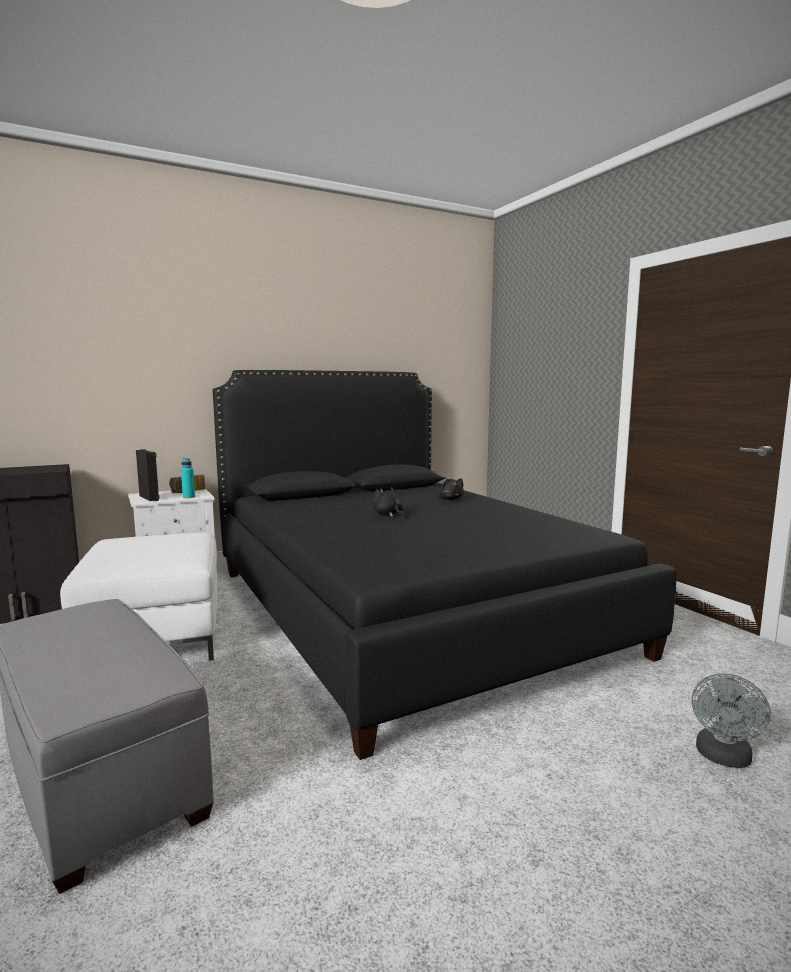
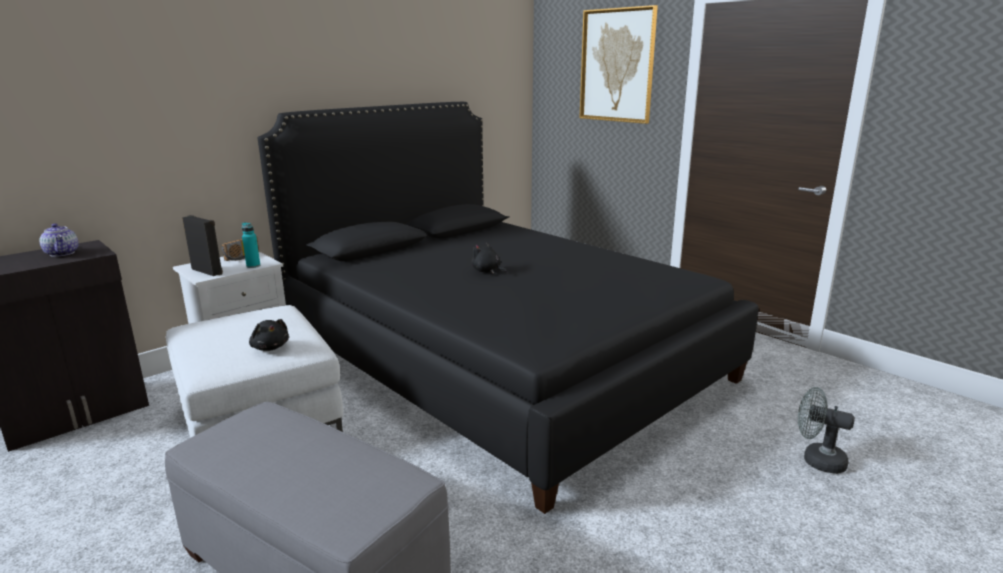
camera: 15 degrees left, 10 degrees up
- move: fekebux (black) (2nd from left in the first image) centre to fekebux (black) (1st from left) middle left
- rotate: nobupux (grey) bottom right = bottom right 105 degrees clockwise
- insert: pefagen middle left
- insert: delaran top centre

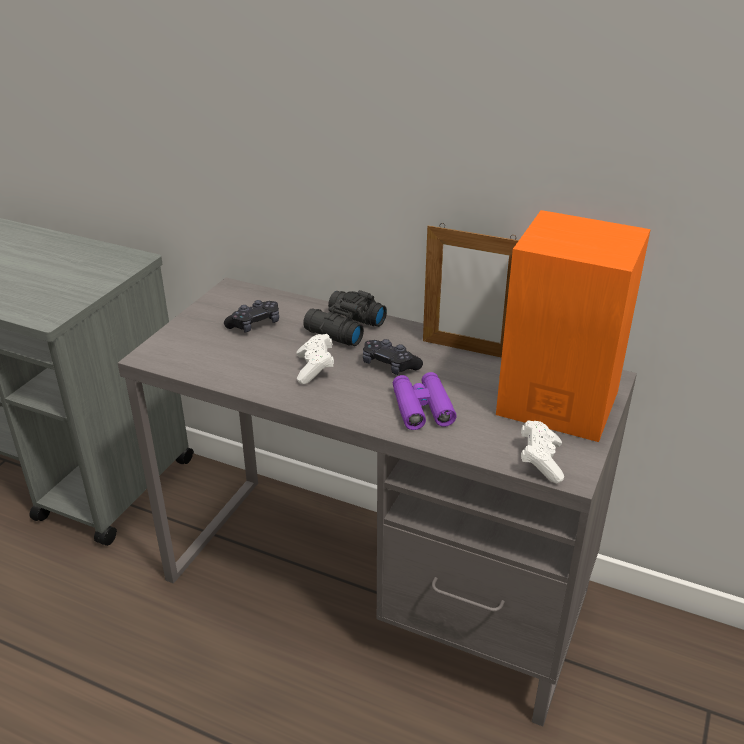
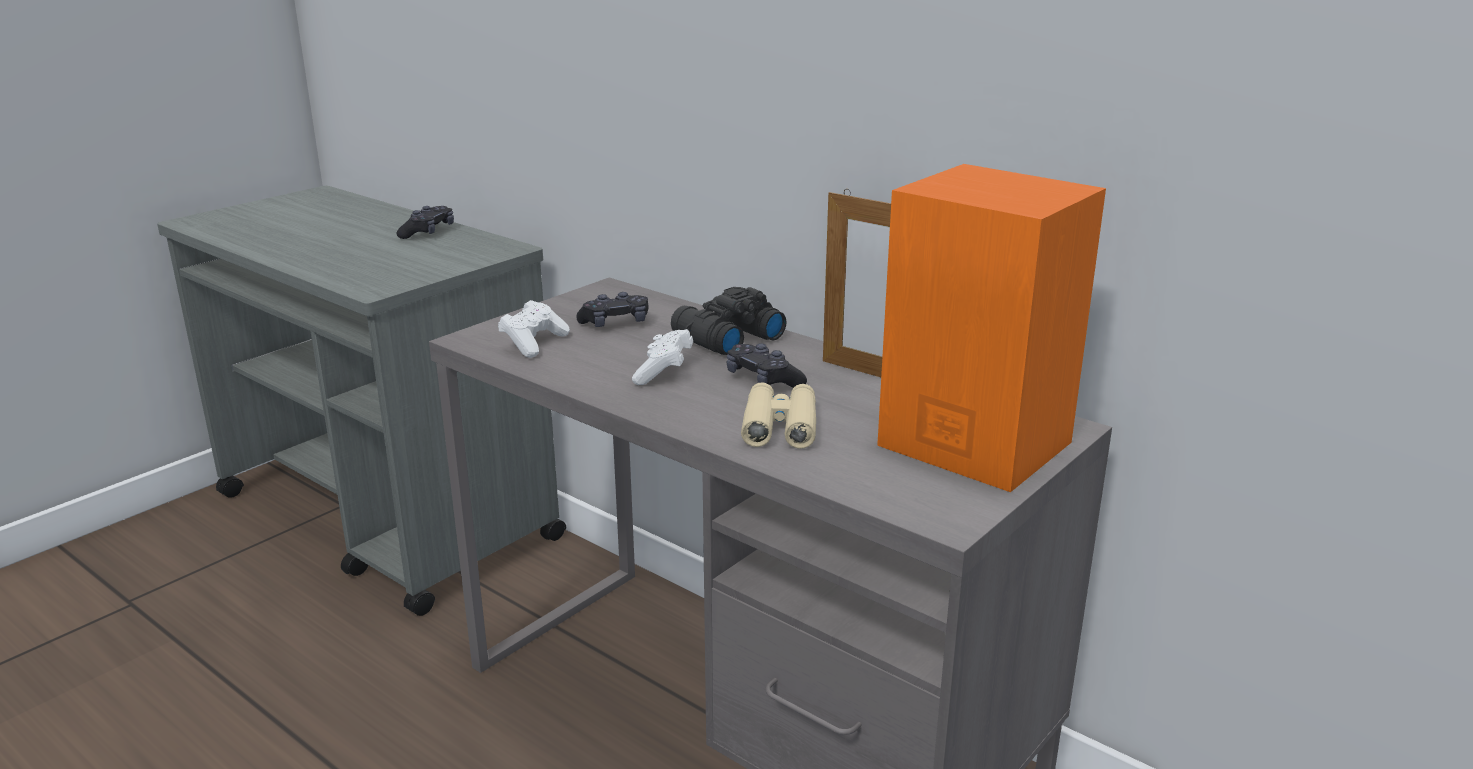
camera: 15 degrees right, 10 degrees down
- recolor: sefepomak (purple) centre to sefepomak (beige) centre
- move: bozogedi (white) (2nd from left in the first image) middle right to bozogedi (white) (1st from left) centre
- insert: bozogedi (black) (1st from left) top left

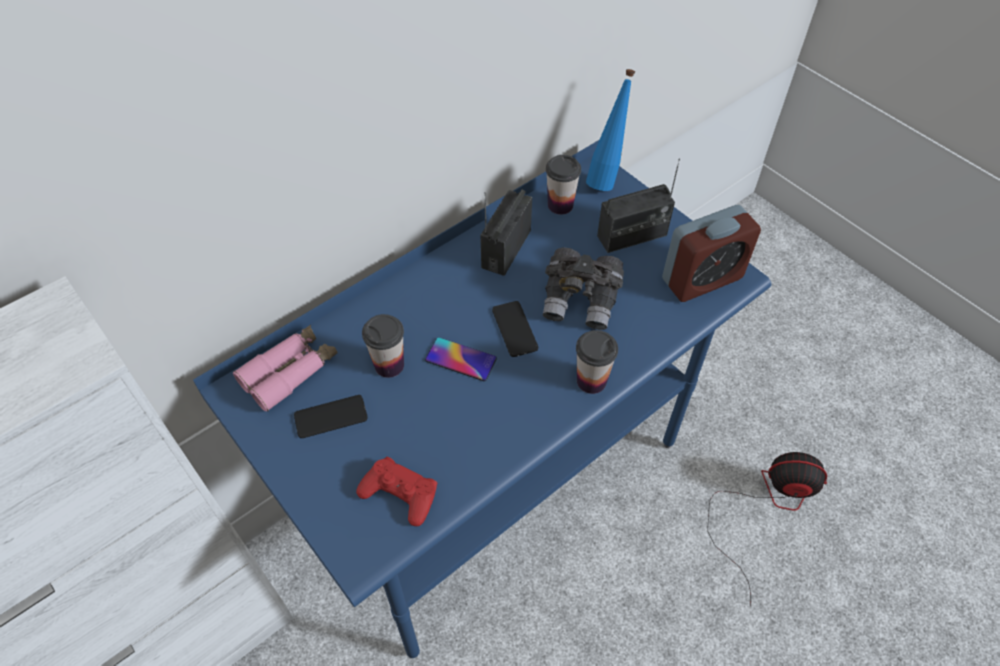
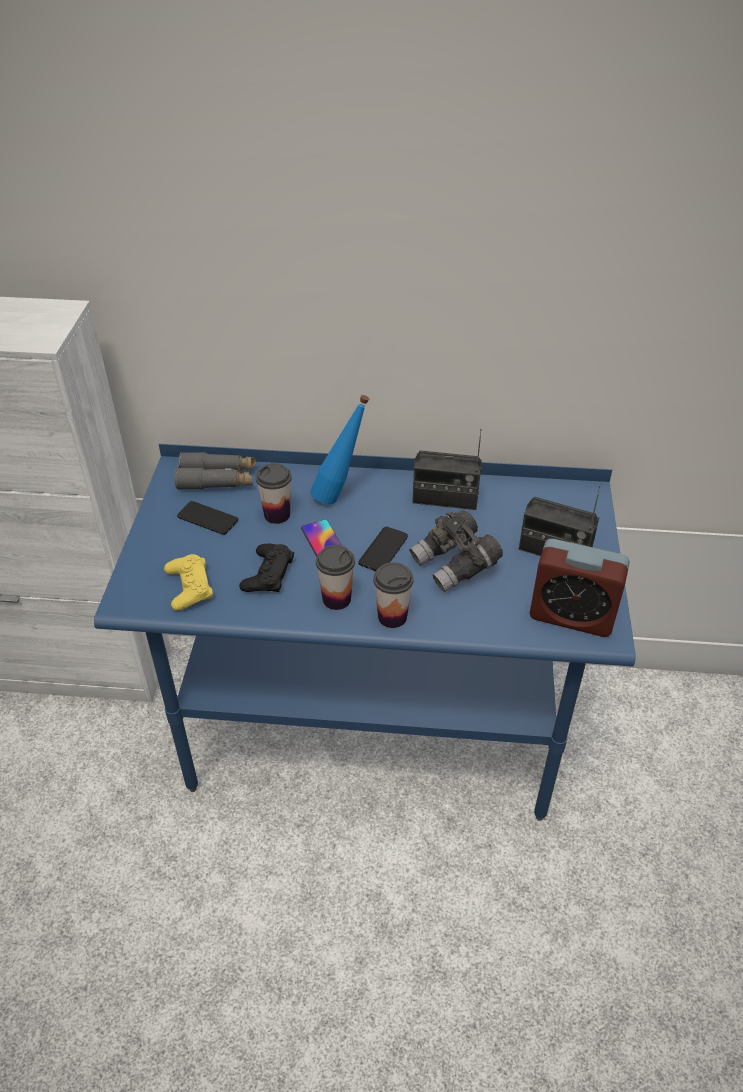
camera: 45 degrees right, 10 degrees down
- recolor: sefepomak (pink) middle left to sefepomak (grey) (1st from left) middle left
- recolor: bozogedi (red) bottom centre to bozogedi (yellow) middle left
- rotate: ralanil (1st from left) centre = centre 150 degrees counterclockwise
- move: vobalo (2nd from left) top centre to centre
- move: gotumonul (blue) top centre to centre
- delete: nobupux bottom right
- insert: bozogedi (black) centre

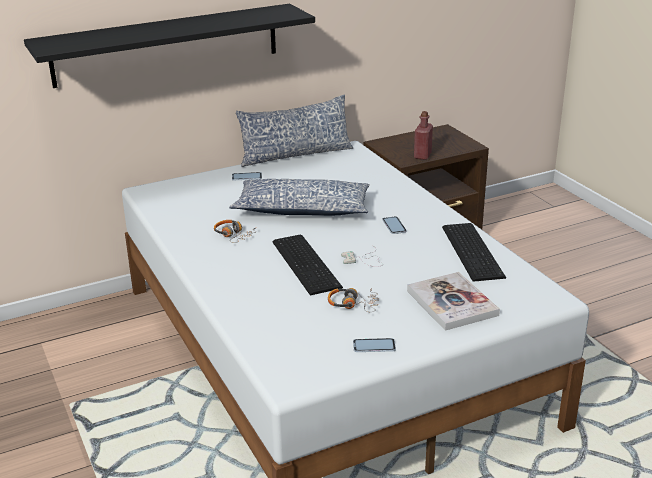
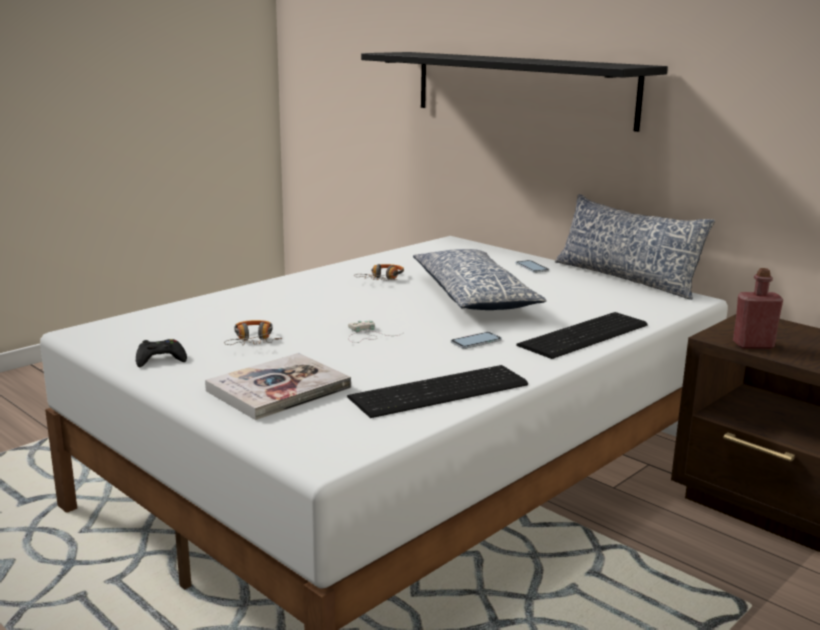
camera: 70 degrees right, 10 degrees down
- move: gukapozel (1st from left in the first image) centre to gukapozel (2nd from left) middle right
- replace: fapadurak (2nd from left) bottom centre to bozogedi (black) middle left

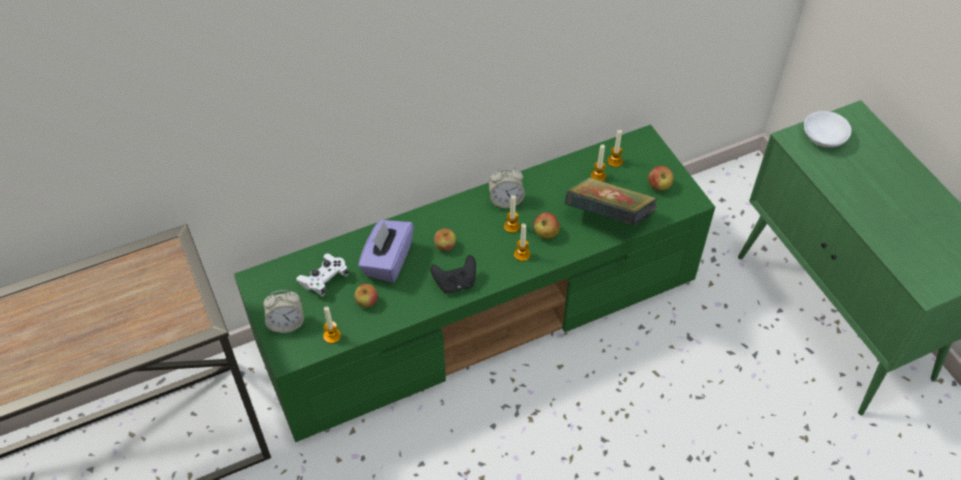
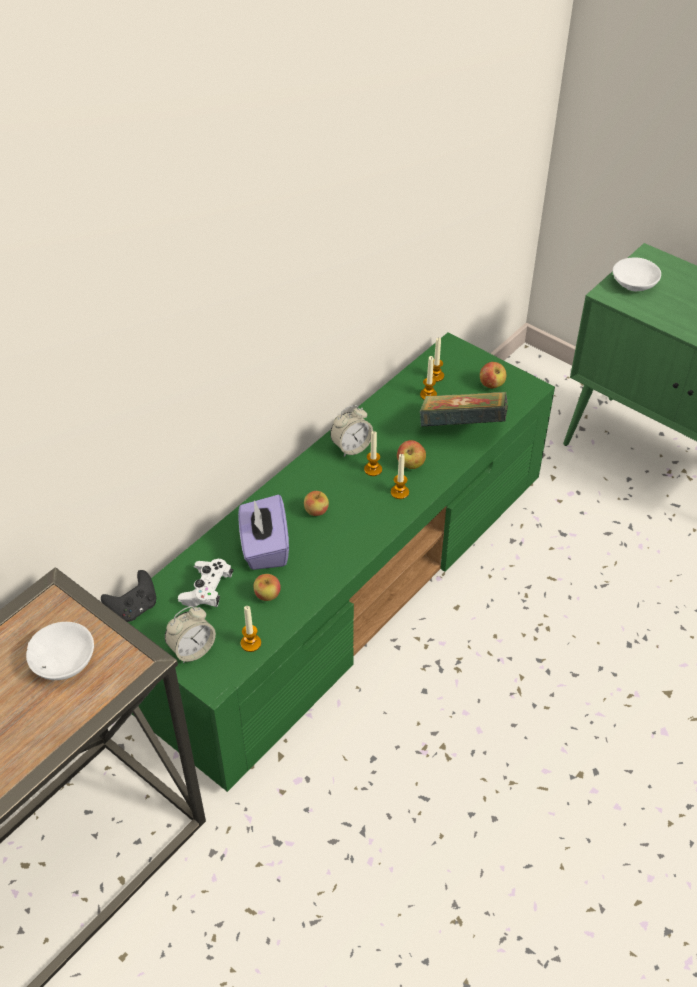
camera: 25 degrees left, 5 degrees down
- move: bozogedi (black) centre to middle left
- insert: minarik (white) (1st from left) middle left

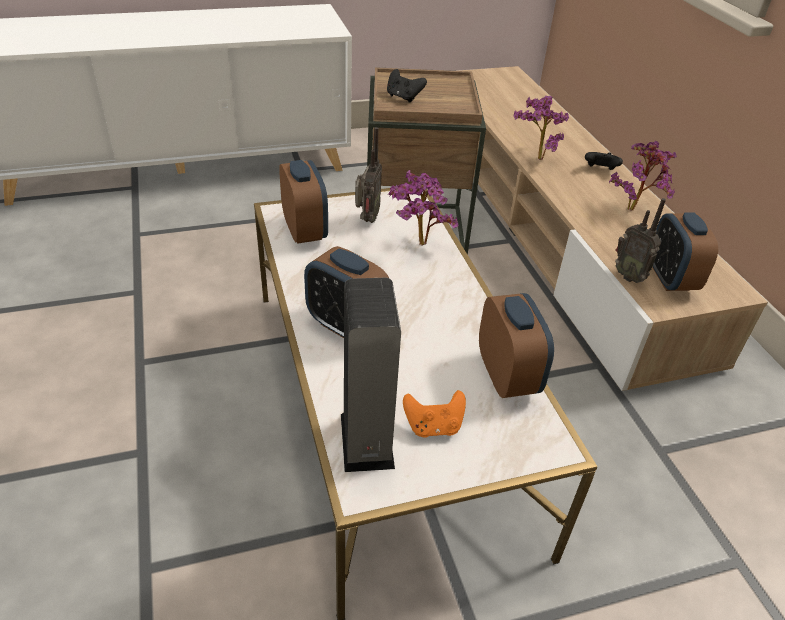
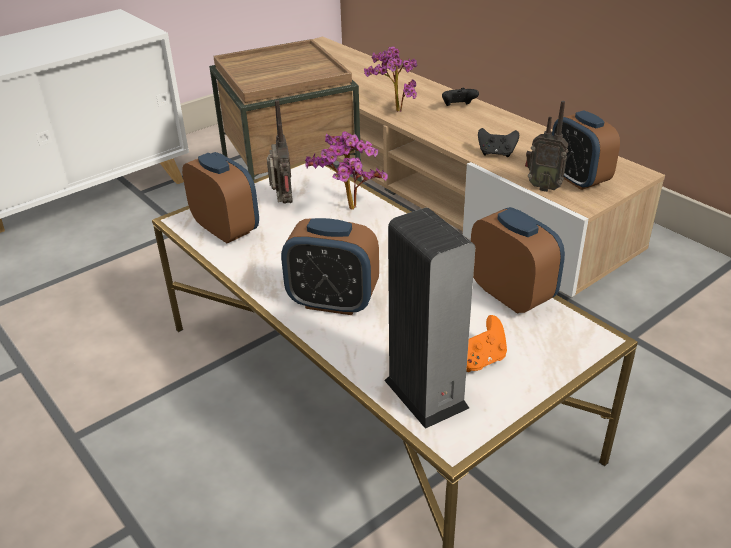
camera: 20 degrees left, 5 degrees down
- move: bozogedi (black) (1st from left in the first image) top centre to bozogedi (black) (2nd from left) top right
- delete: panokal (3rd from left) top right

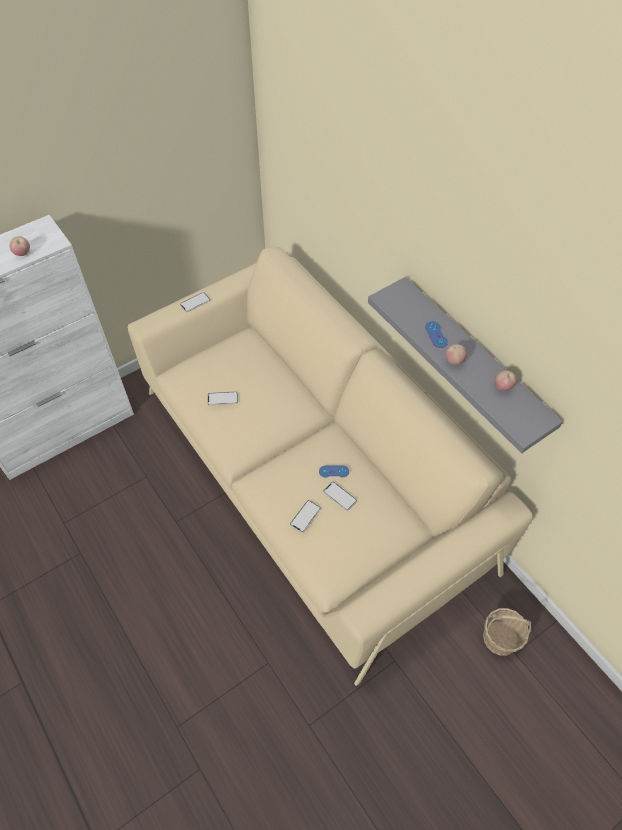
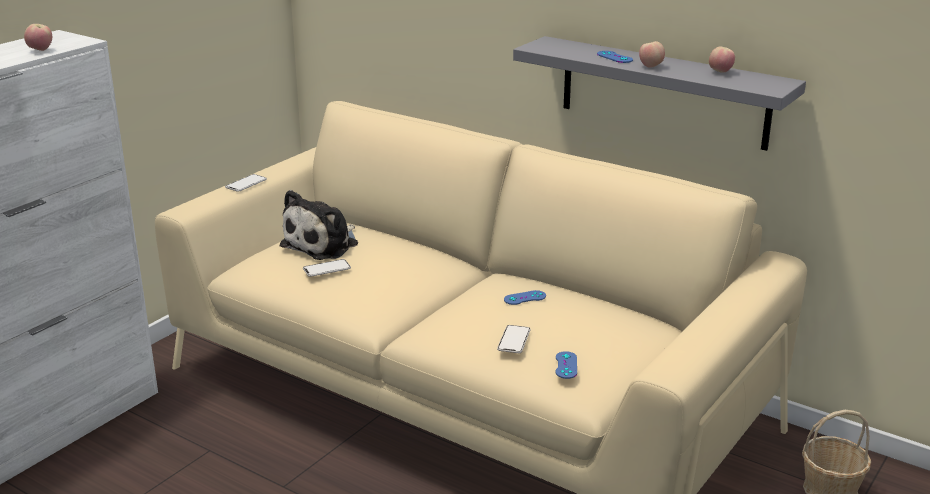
camera: 20 degrees left, 30 degrees down
- delete: fapadurak (4th from left) centre
- insert: fekebux centre
- insert: bozogedi (blue) (2nd from left) bottom centre

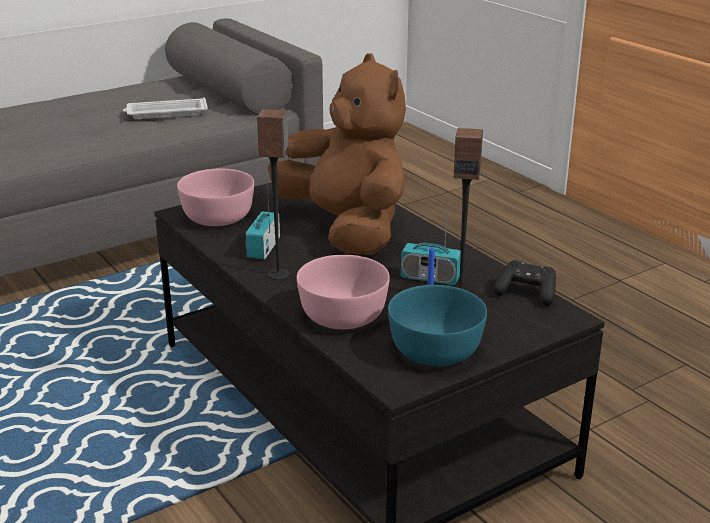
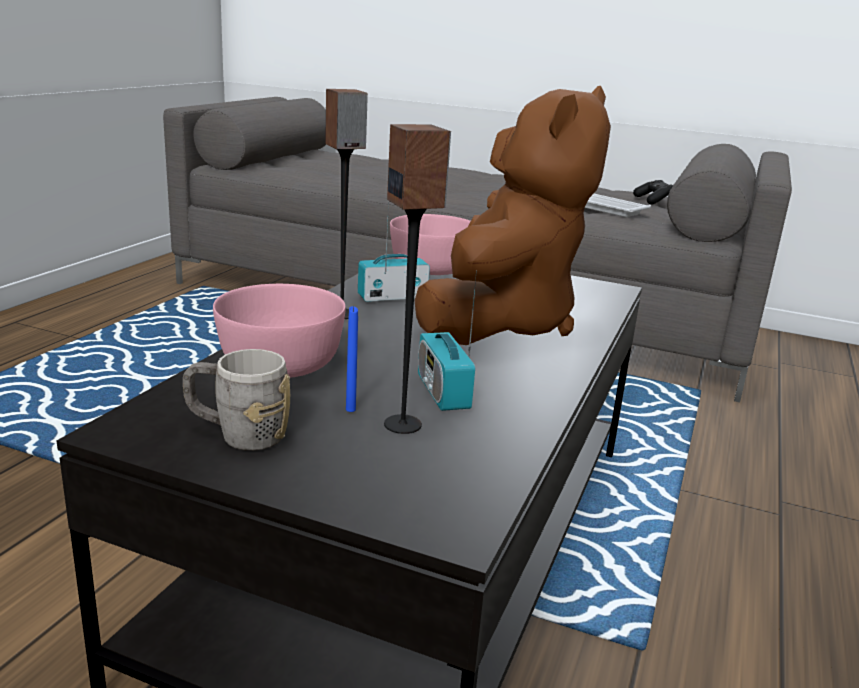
camera: 55 degrees right, 5 degrees down
- replace: minarik (turquoise) centre to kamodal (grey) middle left
- move: bozogedi (black) middle right to top right

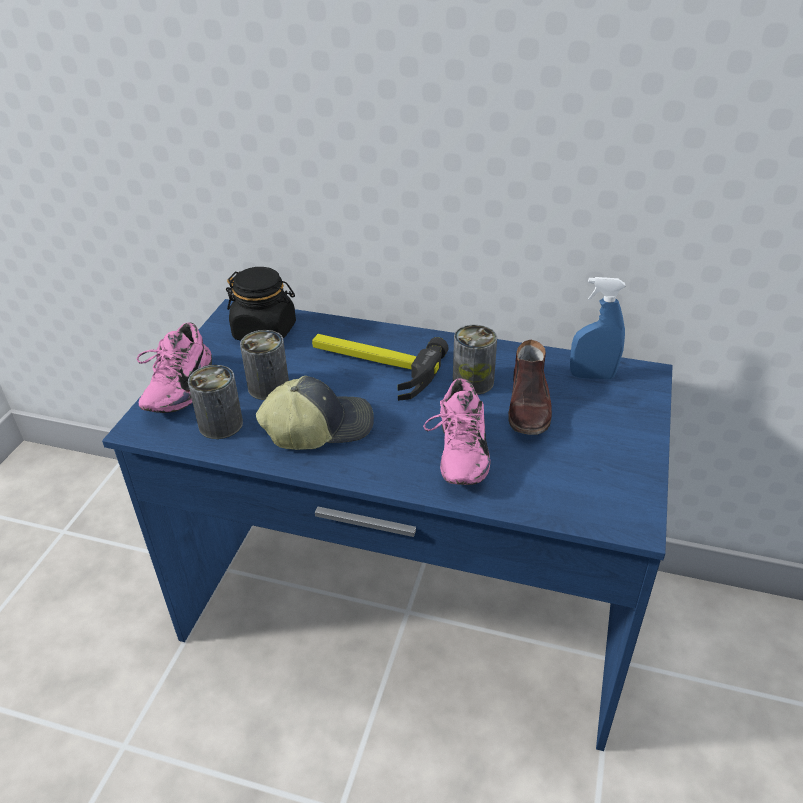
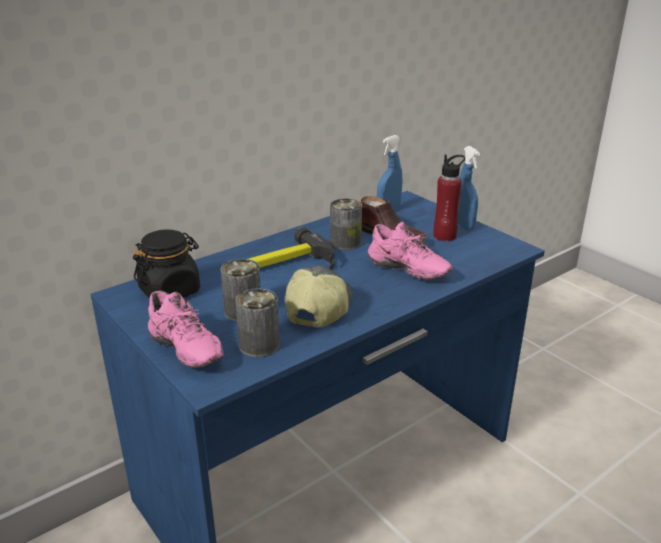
camera: 55 degrees left, 10 degrees down
- insert: gotumonul (red) middle right
- insert: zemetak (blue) (2nd from left) middle right

